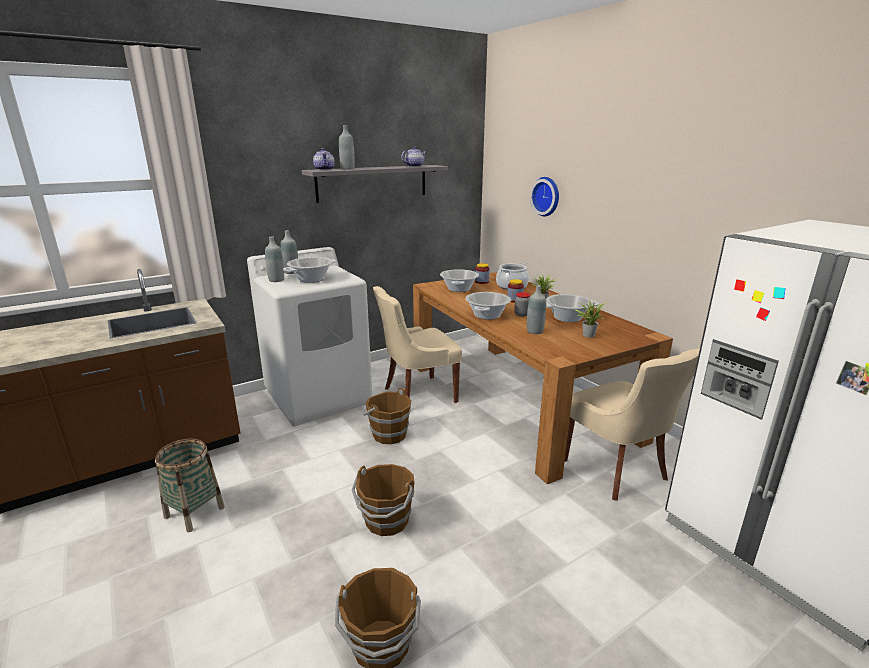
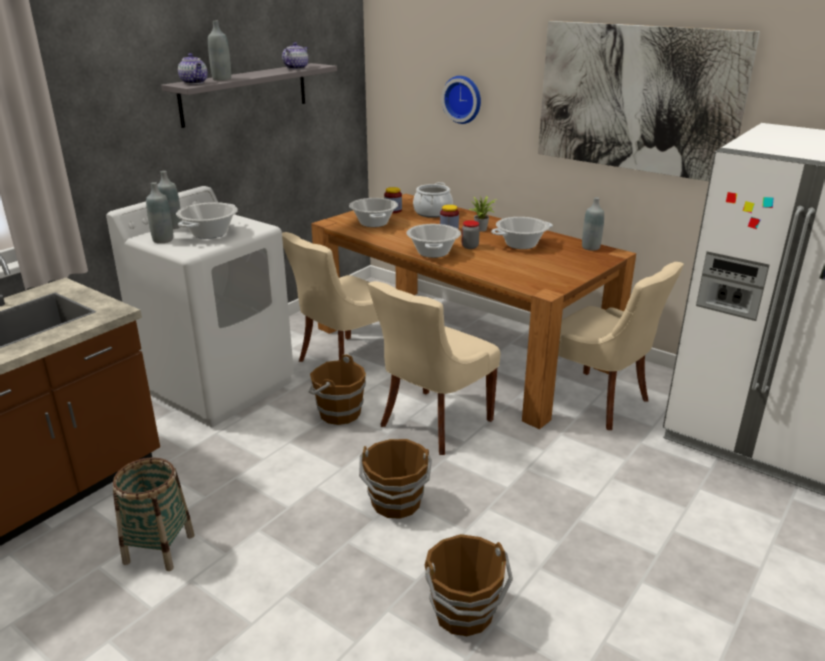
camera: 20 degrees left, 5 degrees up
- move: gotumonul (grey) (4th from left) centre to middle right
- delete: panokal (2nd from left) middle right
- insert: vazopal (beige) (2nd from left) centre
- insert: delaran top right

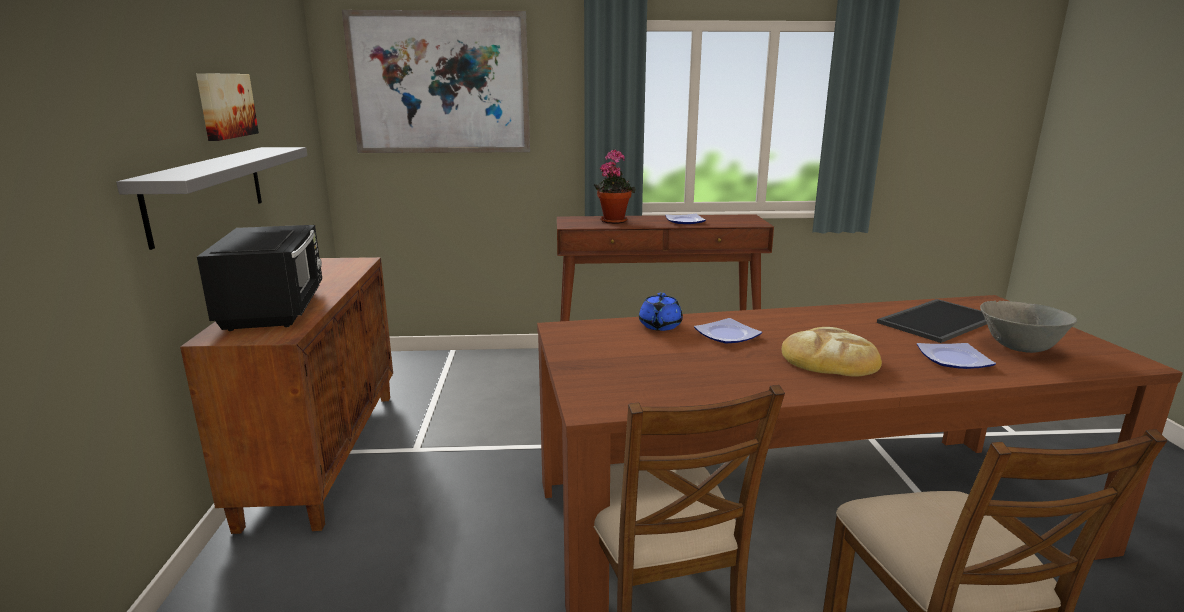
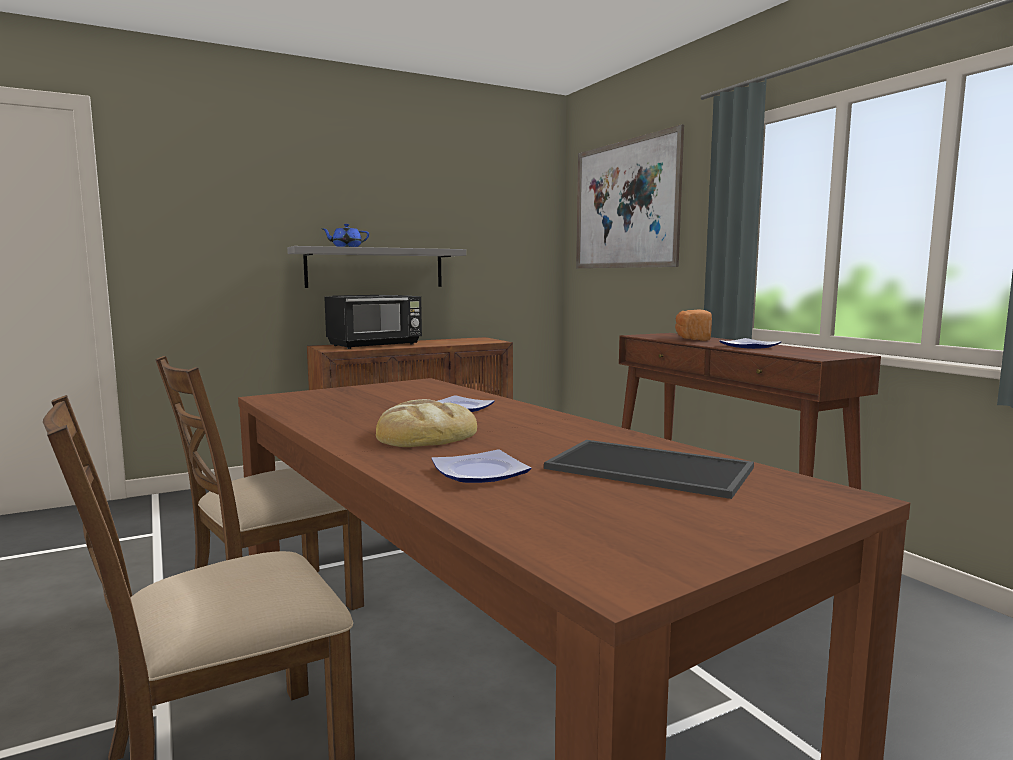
camera: 65 degrees right, 10 degrees down
- delete: delaran (1st from left) top left
- replace: panokal top centre to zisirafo (2nd from left) middle right
- move: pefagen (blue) centre to top centre
- delete: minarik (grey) middle right

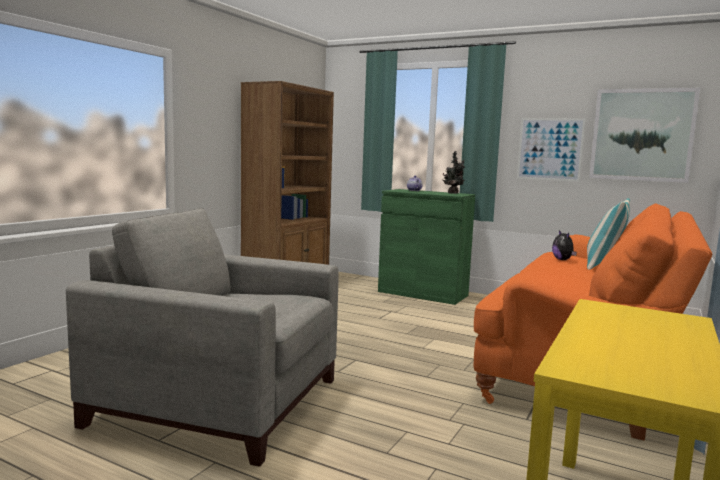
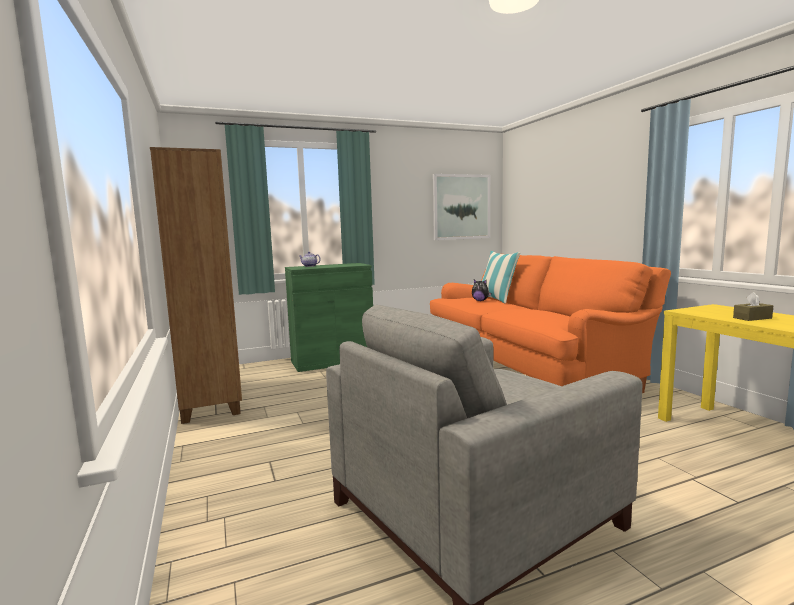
camera: 50 degrees left, 0 degrees up
- delete: panokal centre
- delete: delaran (1st from left) top right
- insert: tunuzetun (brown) middle right

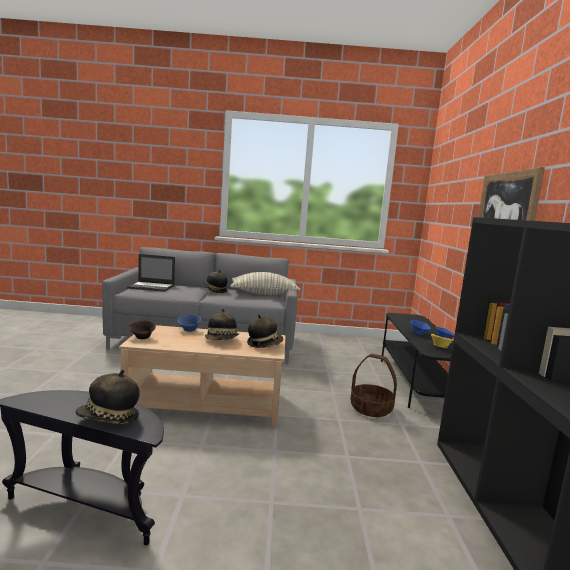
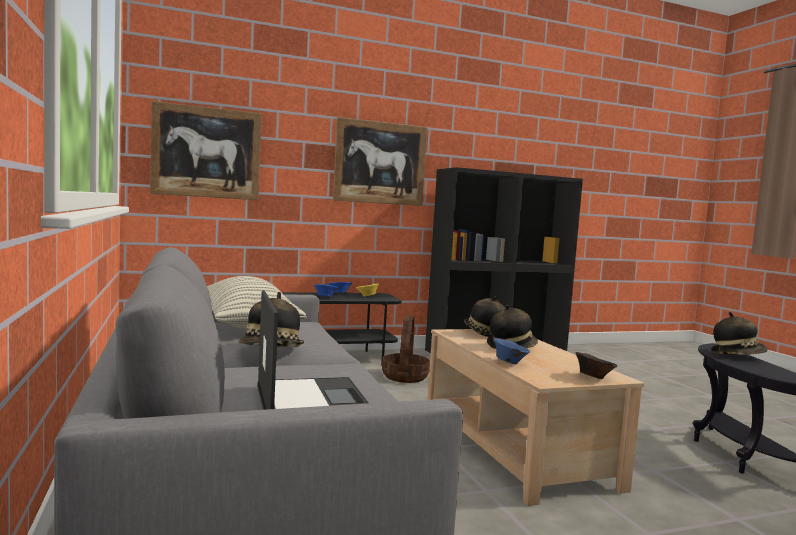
camera: 110 degrees left, 5 degrees down
- insert: delaran (1st from left) top left

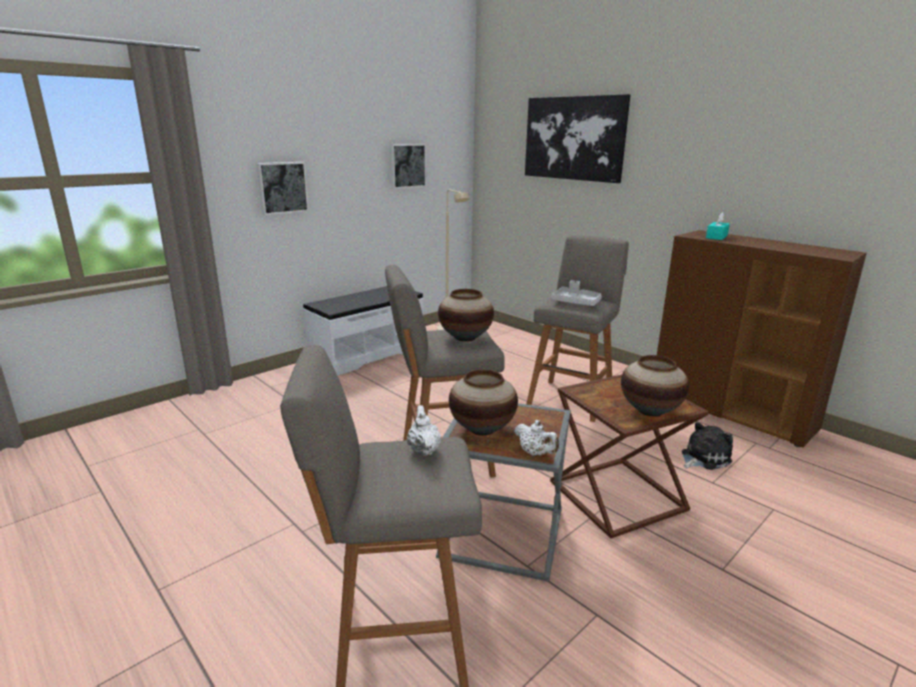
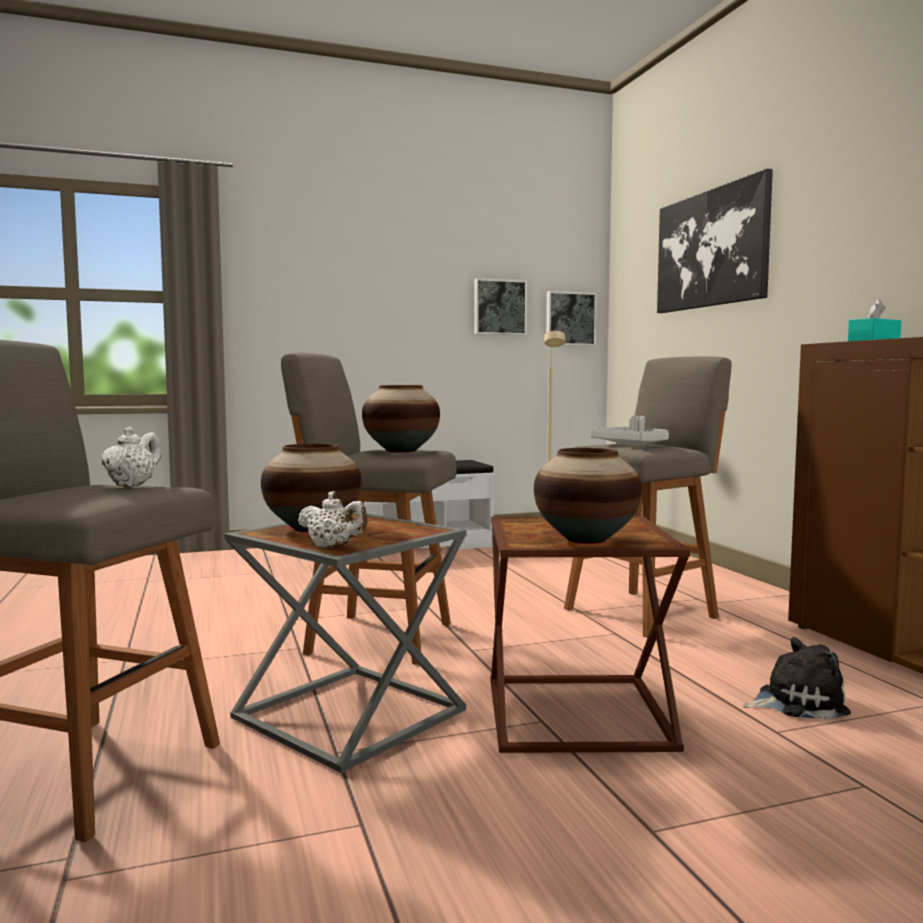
camera: 25 degrees right, 15 degrees down
- move: delaran (1st from left in the first image) top left to delaran (2nd from left) centre
- rotate: pefagen (white) (2nd from left) centre = centre 45 degrees counterclockwise

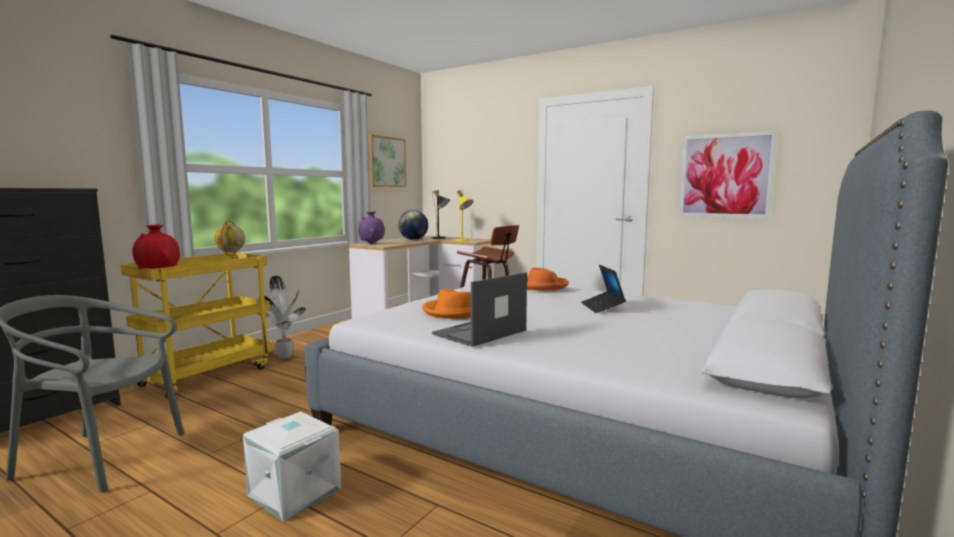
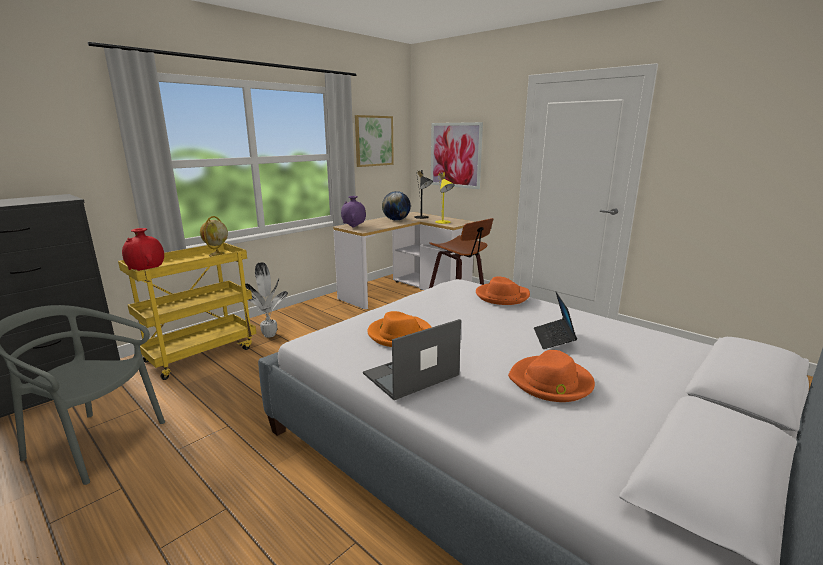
camera: 10 degrees right, 10 degrees up
- delete: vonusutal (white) bottom left
- move: delaran (2nd from left) top right to top centre
- insert: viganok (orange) (3rd from left) middle right

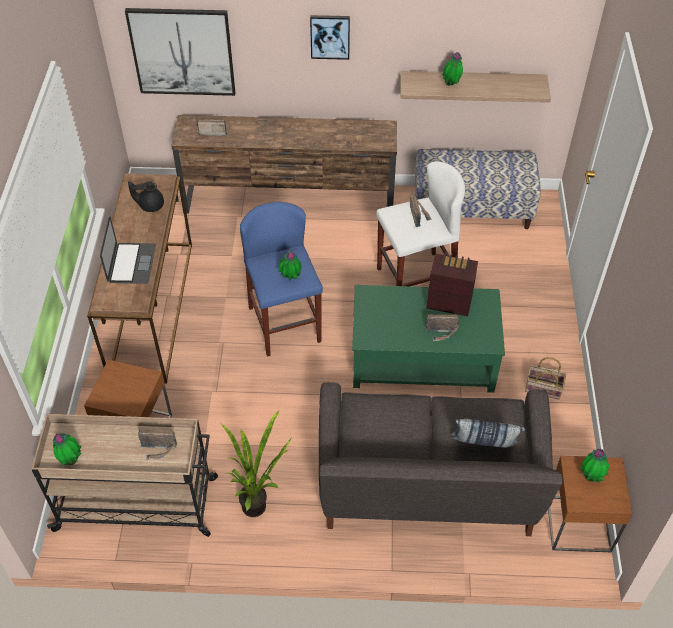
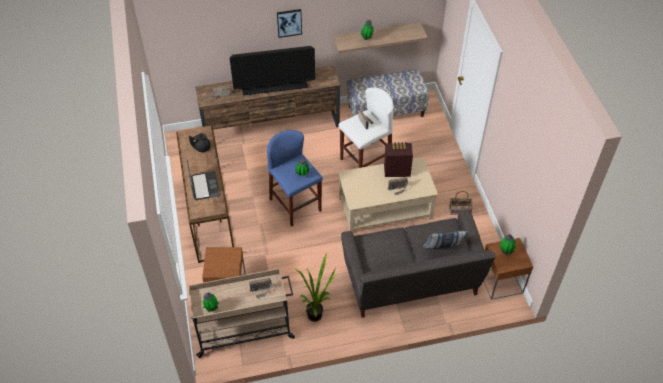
camera: 15 degrees left, 0 degrees up
- delete: delaran (1st from left) top left
- recolor: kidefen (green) centre to kidefen (beige) centre
- insert: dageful top centre

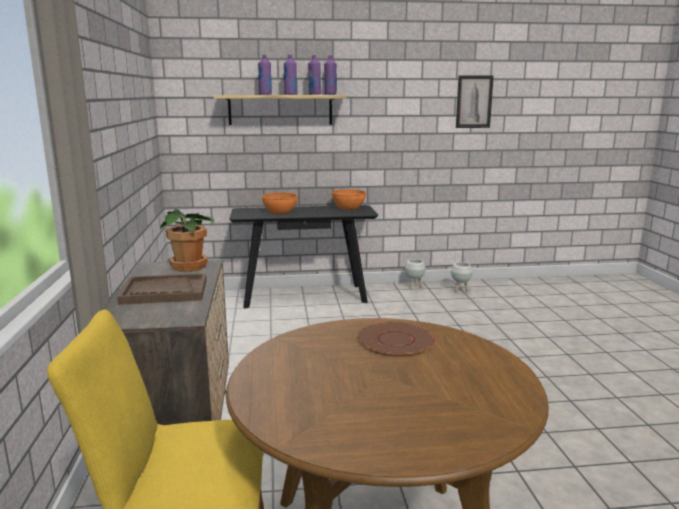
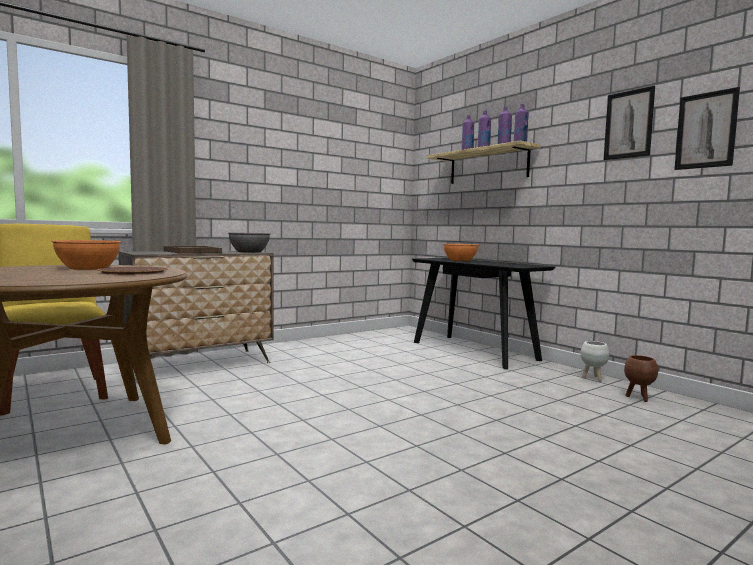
camera: 60 degrees right, 10 degrees down
- replace: panokal middle left to minarik (grey) middle left
- move: minarik (orange) (2nd from left in the first image) centre to minarik (orange) (1st from left) middle left
- recolor: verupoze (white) (2nd from left) middle right to verupoze (brown) bottom right
- insert: delaran (1st from left) top right

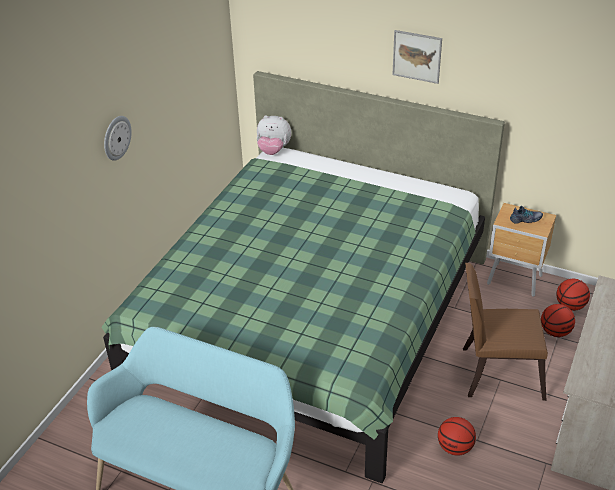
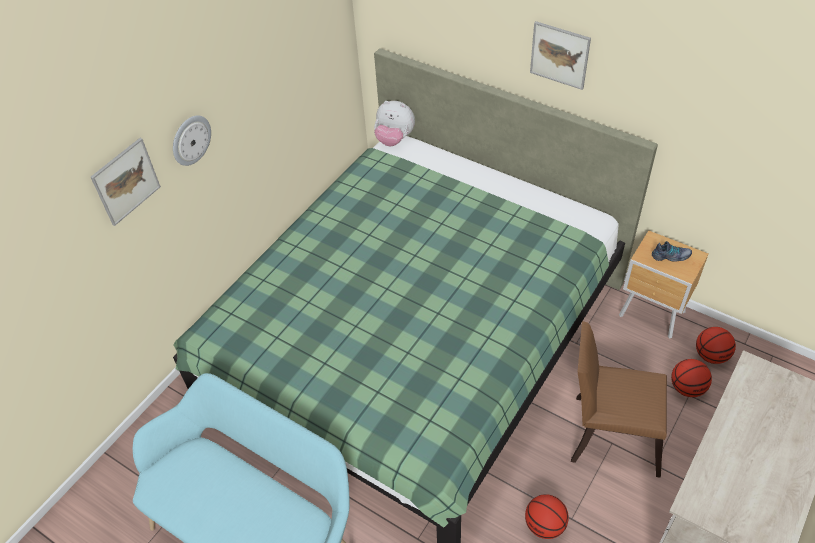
camera: 10 degrees right, 10 degrees up
- insert: delaran (1st from left) middle left

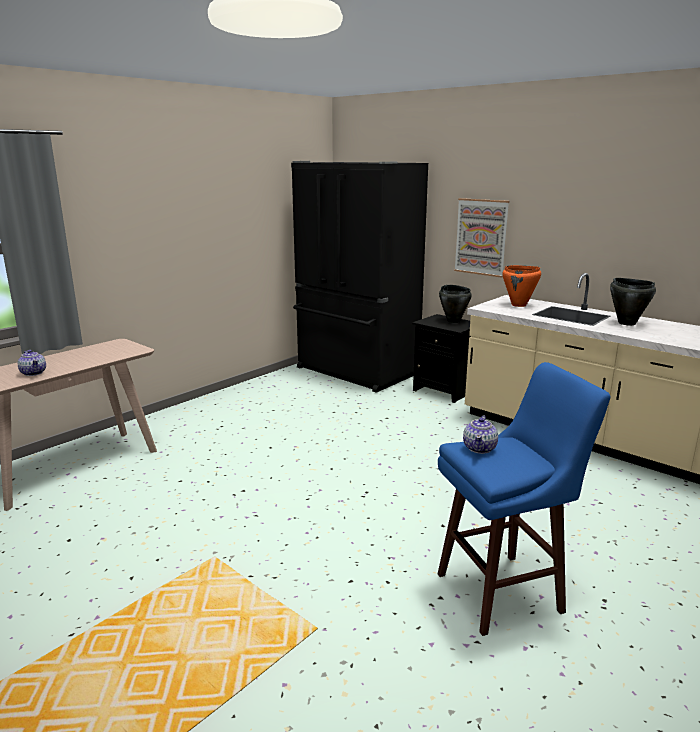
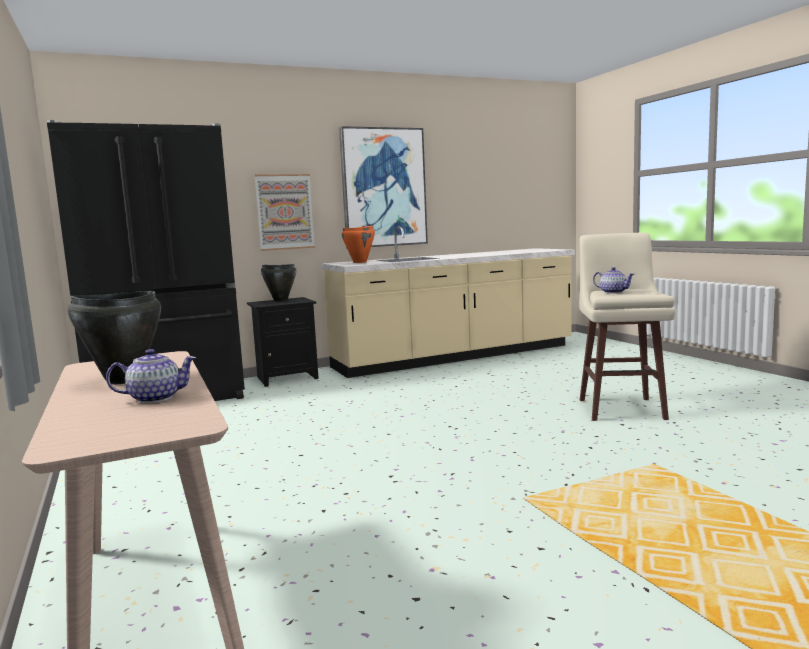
camera: 65 degrees left, 10 degrees down
- recolor: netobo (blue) bottom right to netobo (beige) middle right
- move: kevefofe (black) (2nd from left in the first image) middle right to kevefofe (black) (1st from left) middle left
- insert: delaran (2nd from left) top centre

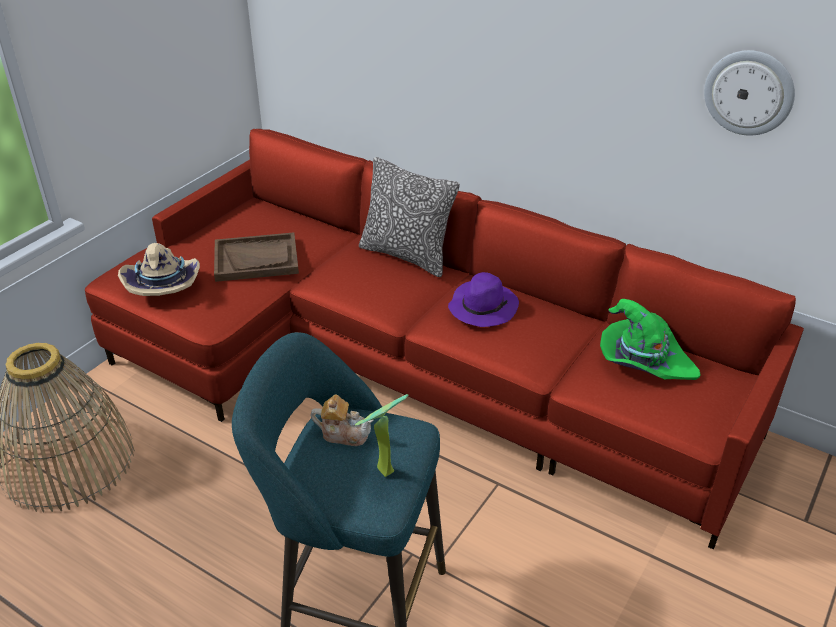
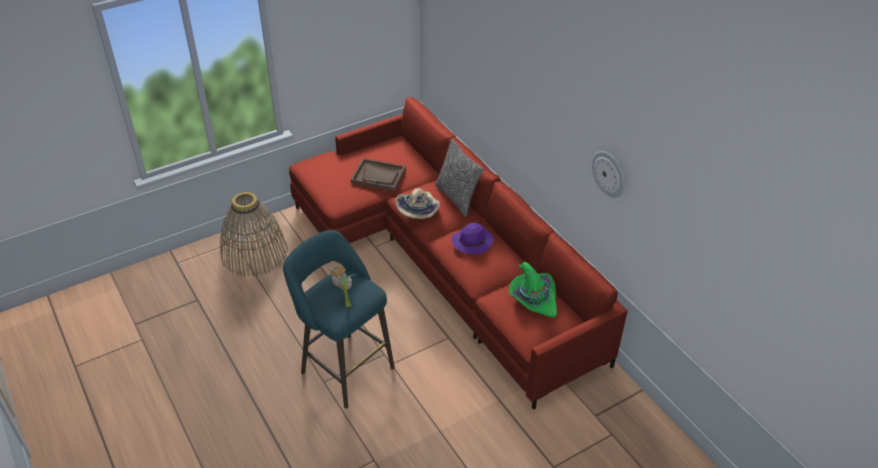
camera: 25 degrees right, 5 degrees up
- move: viganok (beige) middle left to centre

